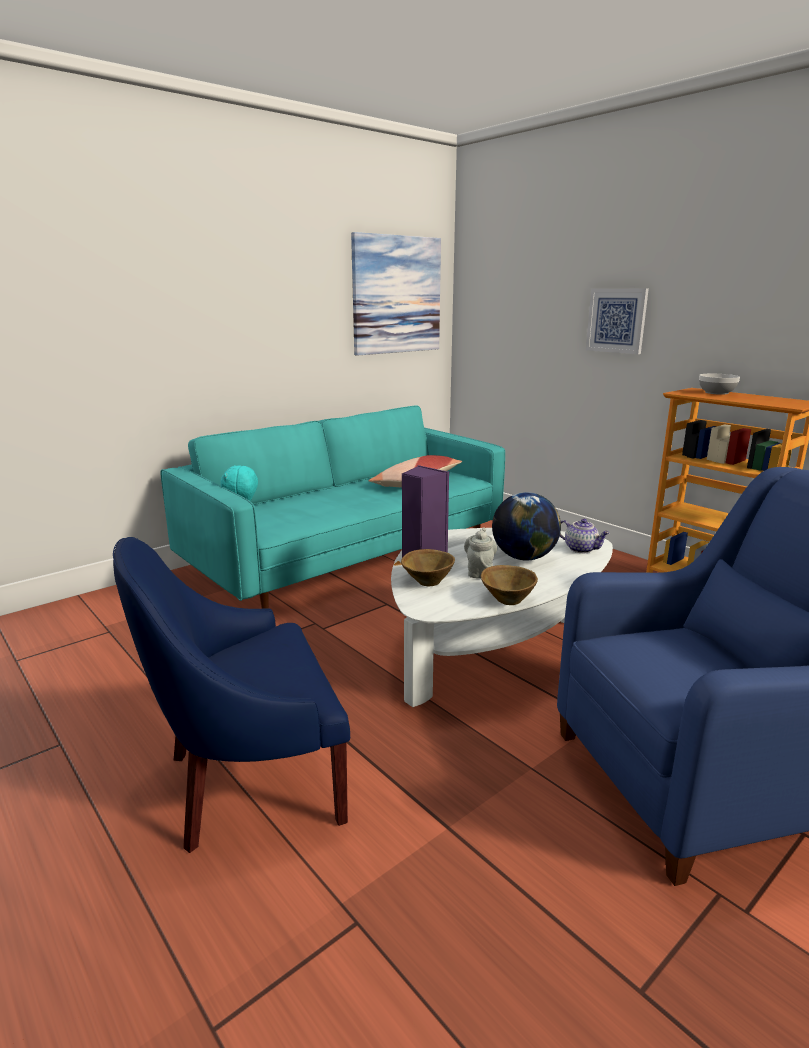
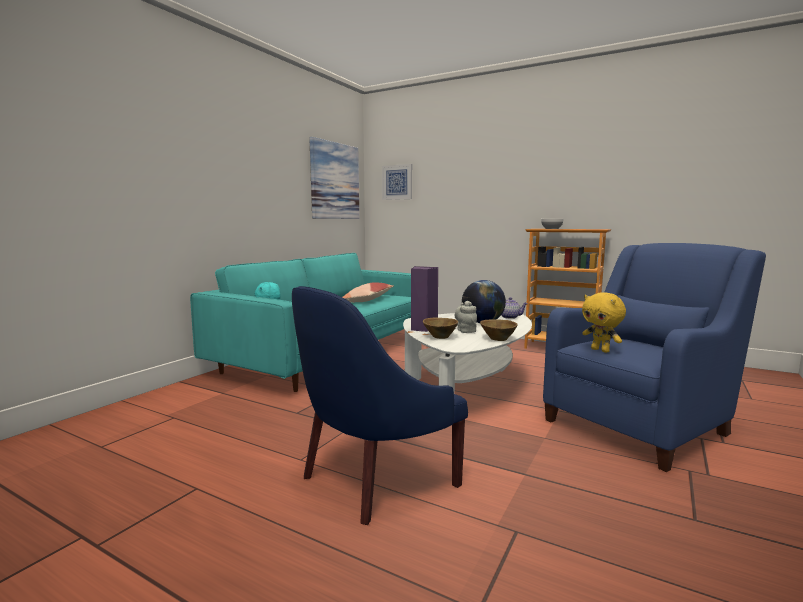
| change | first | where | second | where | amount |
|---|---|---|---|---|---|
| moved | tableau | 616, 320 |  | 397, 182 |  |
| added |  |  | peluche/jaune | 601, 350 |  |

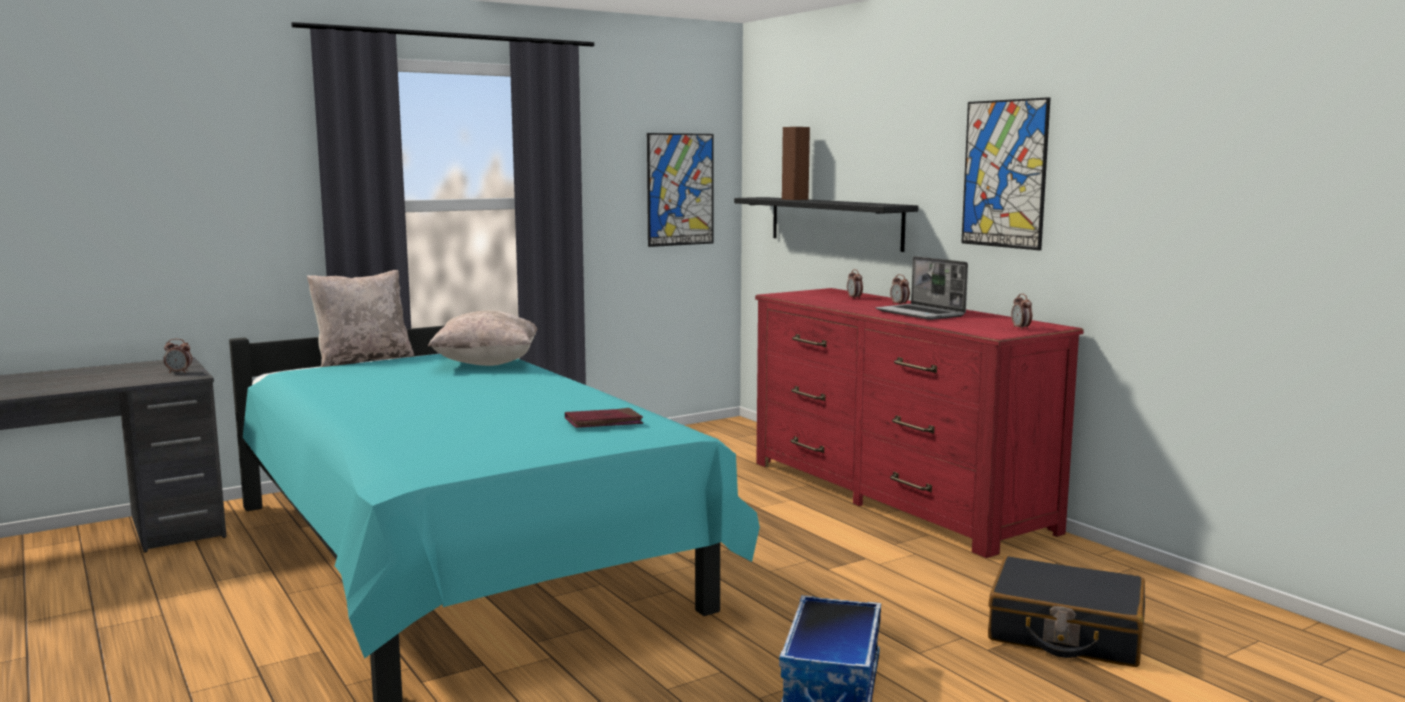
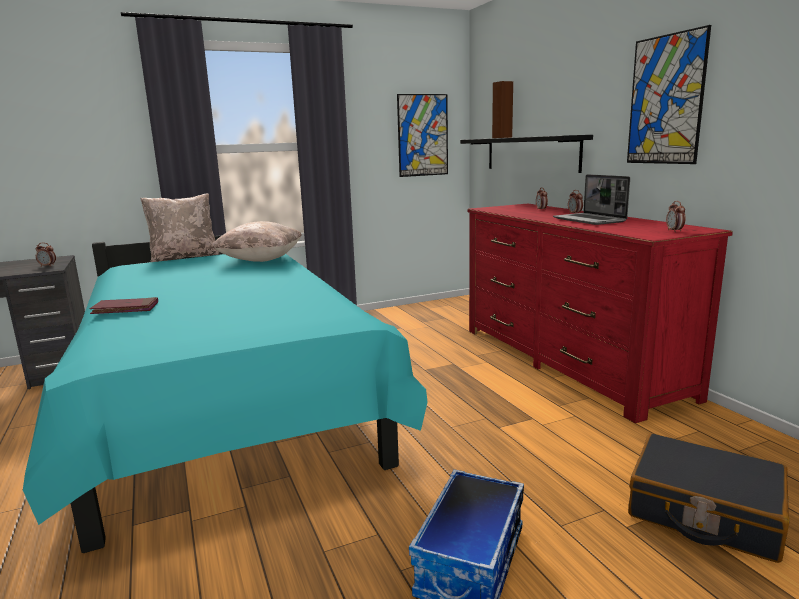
| change | first | where | second | where | amount |
|---|---|---|---|---|---|
| moved | livre/rouge | 603, 422 |  | 125, 309 |  |

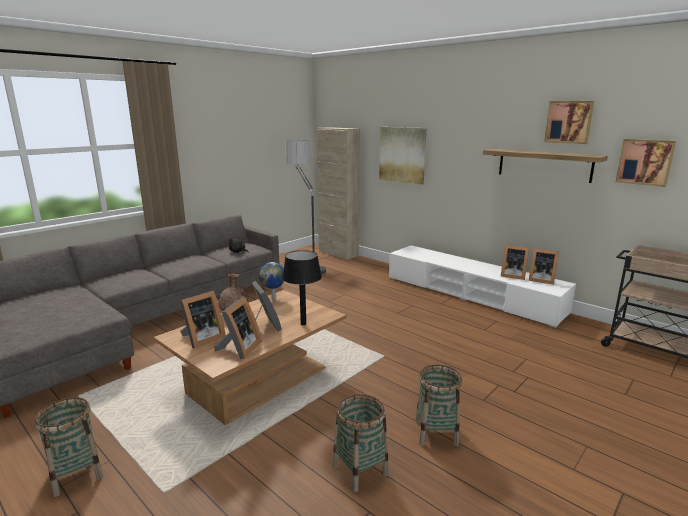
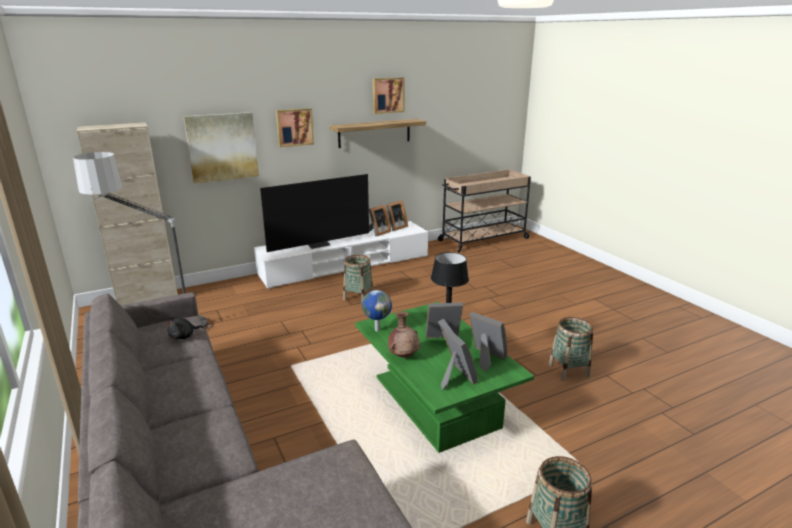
| change | first | where | second | where | amount |
|---|---|---|---|---|---|
| moved | tableau | 645, 162 |  | 294, 127 |  |
| recoloured | table basse/marron | 258, 381 | table basse/vert | 435, 401 |  |
| moved | panier | 436, 432 |  | 358, 297 |  |
| added |  |  | téléviseur | 318, 244 |  |

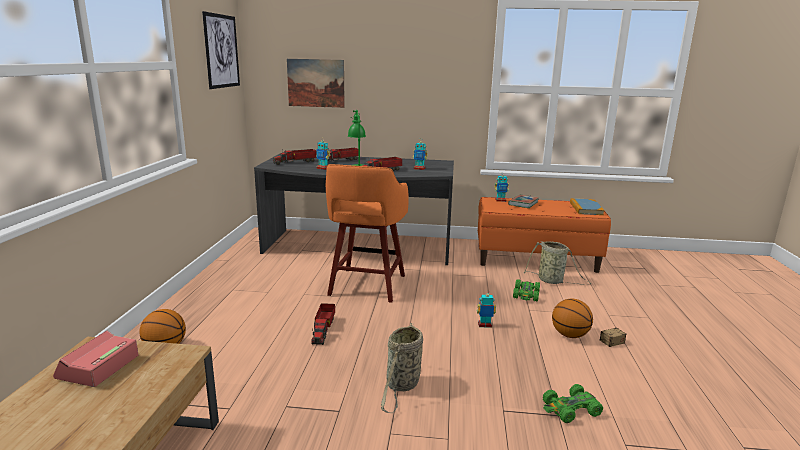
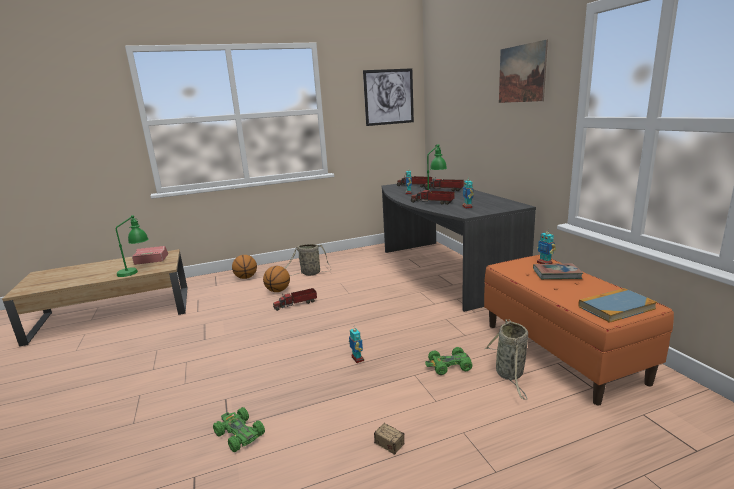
| change | first | where | second | where | amount |
|---|---|---|---|---|---|
| moved | tableau | 316, 83 |  | 521, 73 |  |
| removed | tabouret/orange | 366, 286 |  |  |  |
| moved | ballon de basket | 569, 335 |  | 278, 291 |  |
| moved | panier | 402, 386 |  | 309, 273 |  |
| added |  |  | lampe de table/vert | 136, 270 |  |

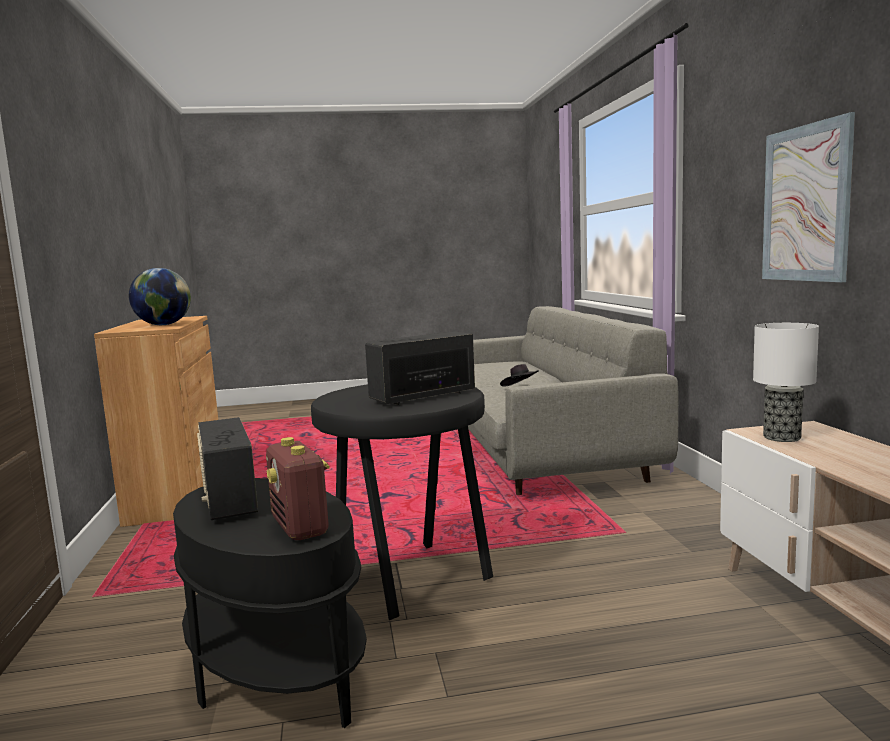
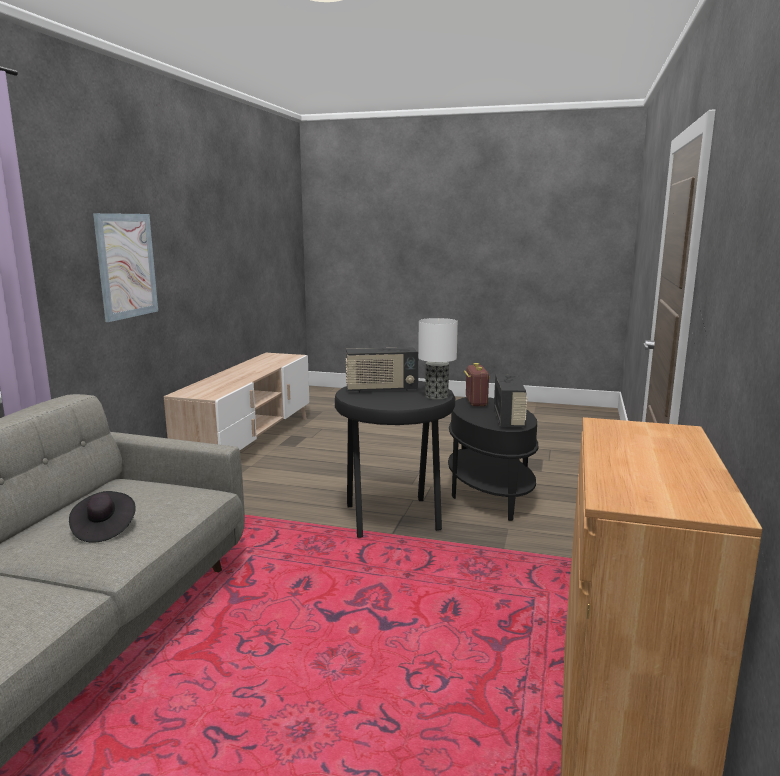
| change | first | where | second | where | amount |
|---|---|---|---|---|---|
| removed | globe | 163, 325 |  |  |  |
| moved | lampe de table | 782, 437 |  | 436, 396 |  |

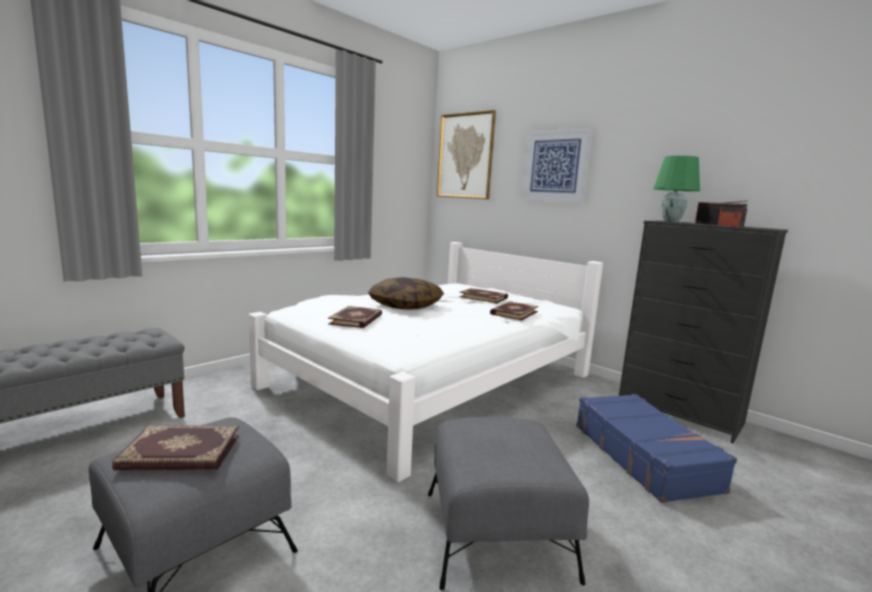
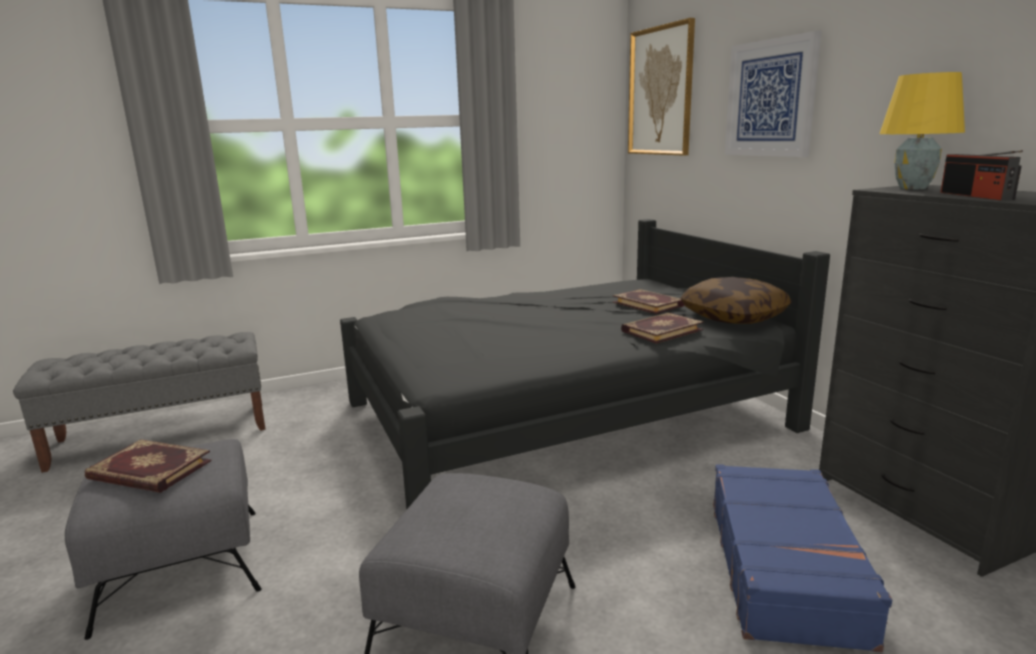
| change | first | where | second | where | amount |
|---|---|---|---|---|---|
| recoloured | lampe de table/vert | 670, 221 | lampe de table/jaune | 911, 188 |  |
| recoloured | lit/blanc | 430, 380 | lit/noir | 559, 415 |  |
| moved | coussin | 406, 305 |  | 734, 317 |  |
| removed | livre | 357, 319 |  |  |  |

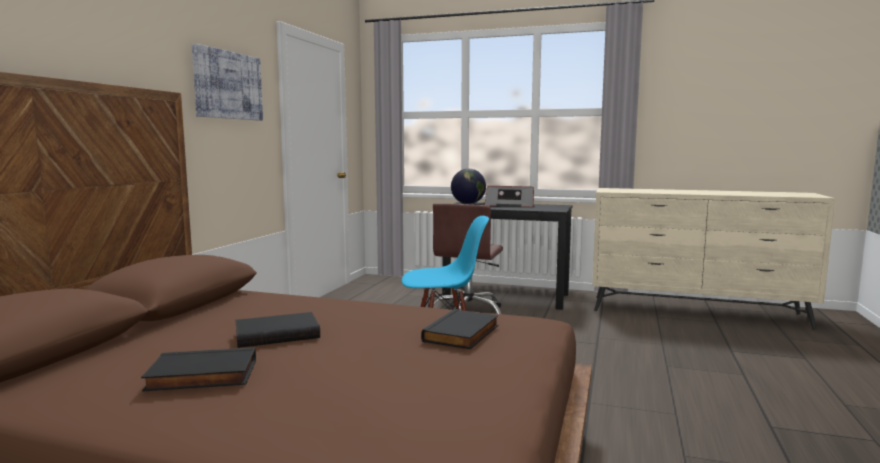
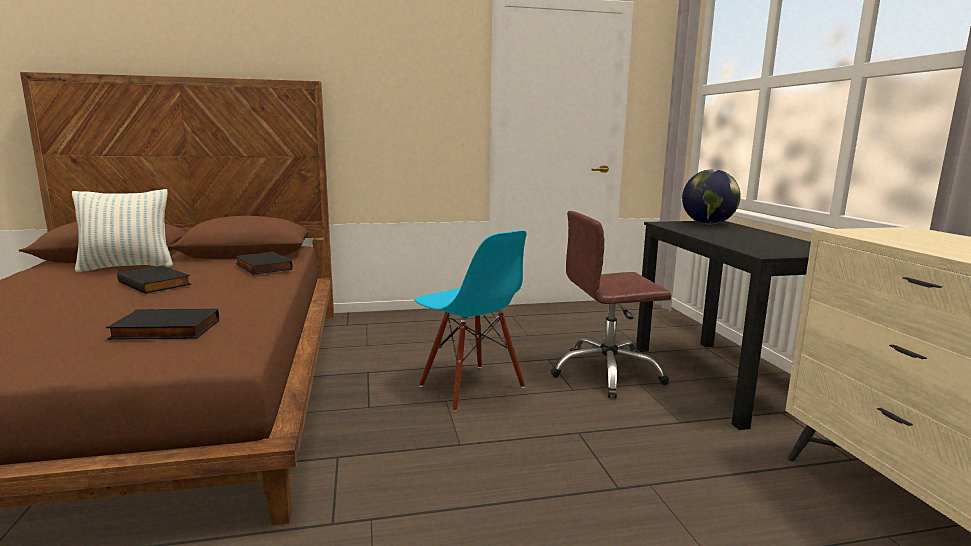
| change | first | where | second | where | amount |
|---|---|---|---|---|---|
| removed | tableau | 228, 85 |  |  |  |
| removed | radio | 510, 205 |  |  |  |
| moved | livre/noir | 201, 376 |  | 261, 267 |  |
| added |  |  | coussin | 128, 267 |  |

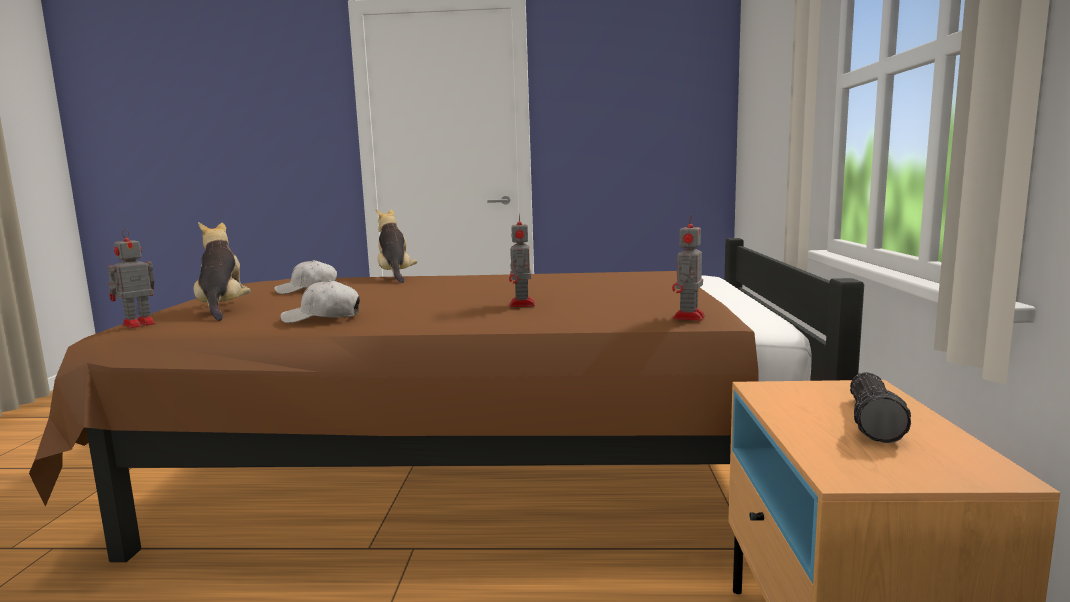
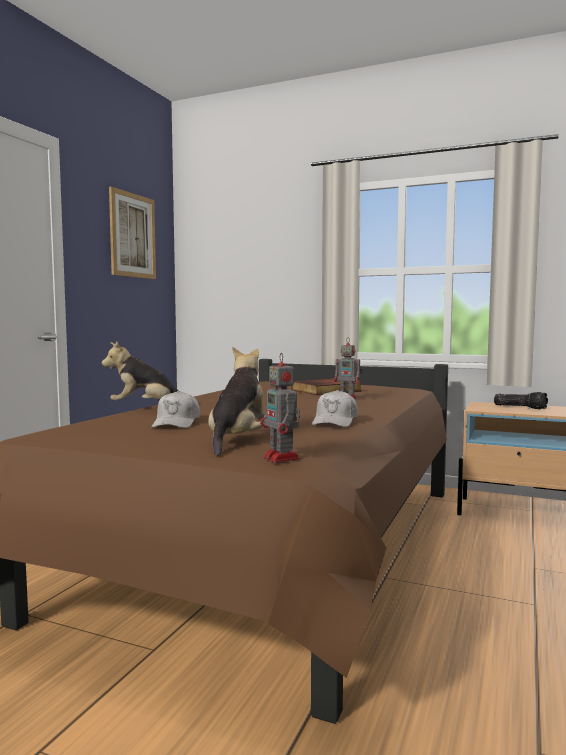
| change | first | where | second | where | amount |
|---|---|---|---|---|---|
| removed | robot jouet | 688, 317 |  |  |  |
| turned | peluche | 223, 309 |  | 238, 440 | 105 degrees clockwise |
| added |  |  | tableau | 132, 235 |  |
| added |  |  | livre | 326, 391 |  |

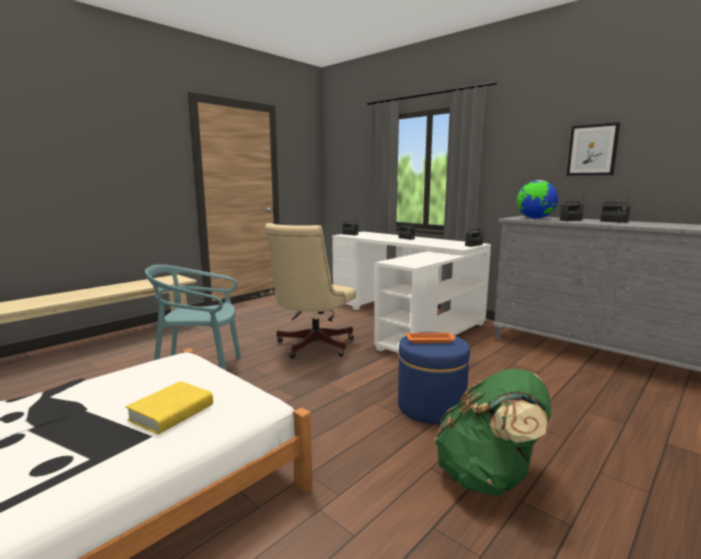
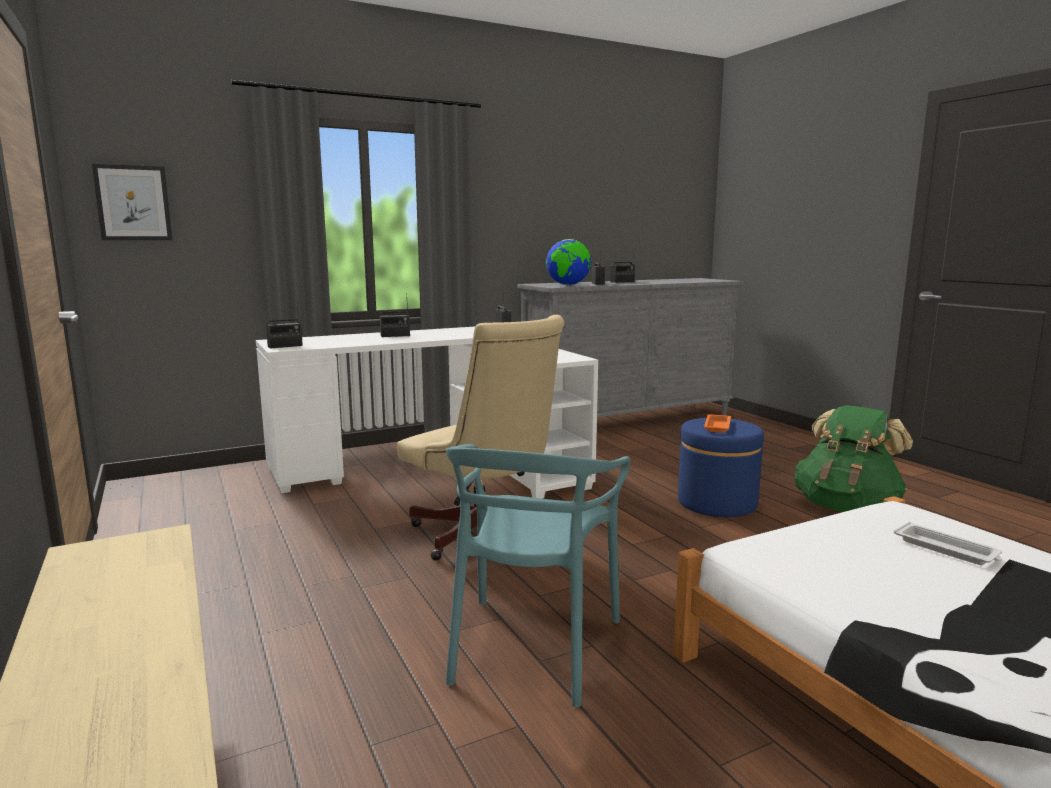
| change | first | where | second | where | amount |
|---|---|---|---|---|---|
| moved | tableau | 592, 150 |  | 133, 203 |  |
| replaced | livre/jaune | 171, 412 | plateau/blanc | 947, 549 |  |

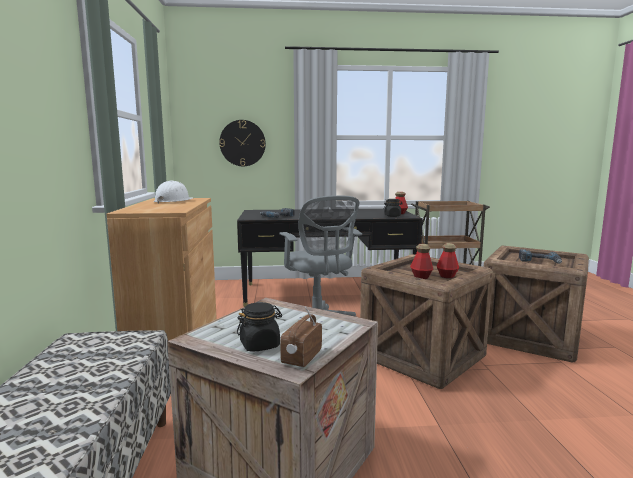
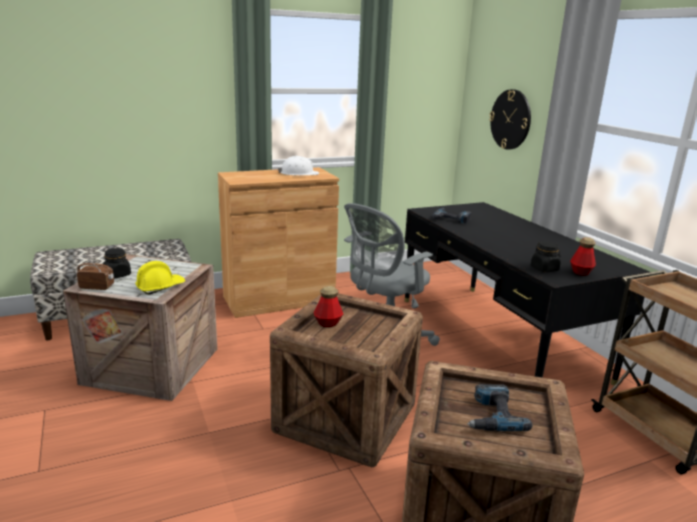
| change | first | where | second | where | amount |
|---|---|---|---|---|---|
| removed | bouteille | 447, 276 |  |  |  |
| added |  |  | casque de chantier/jaune | 160, 287 |  |

